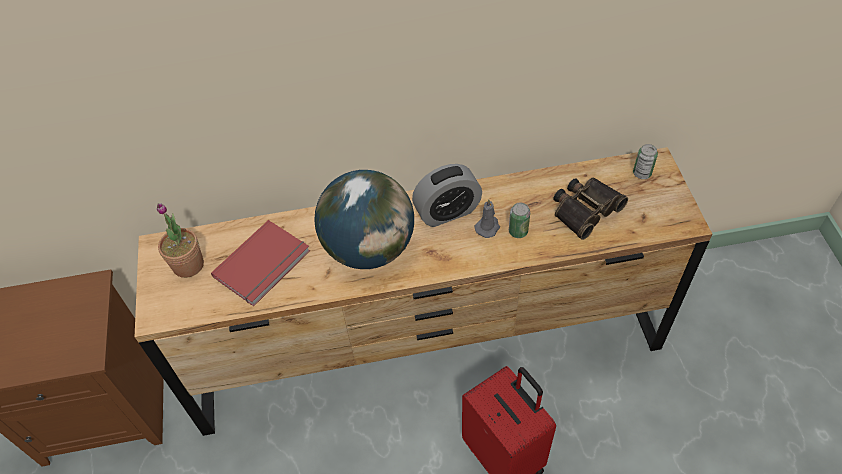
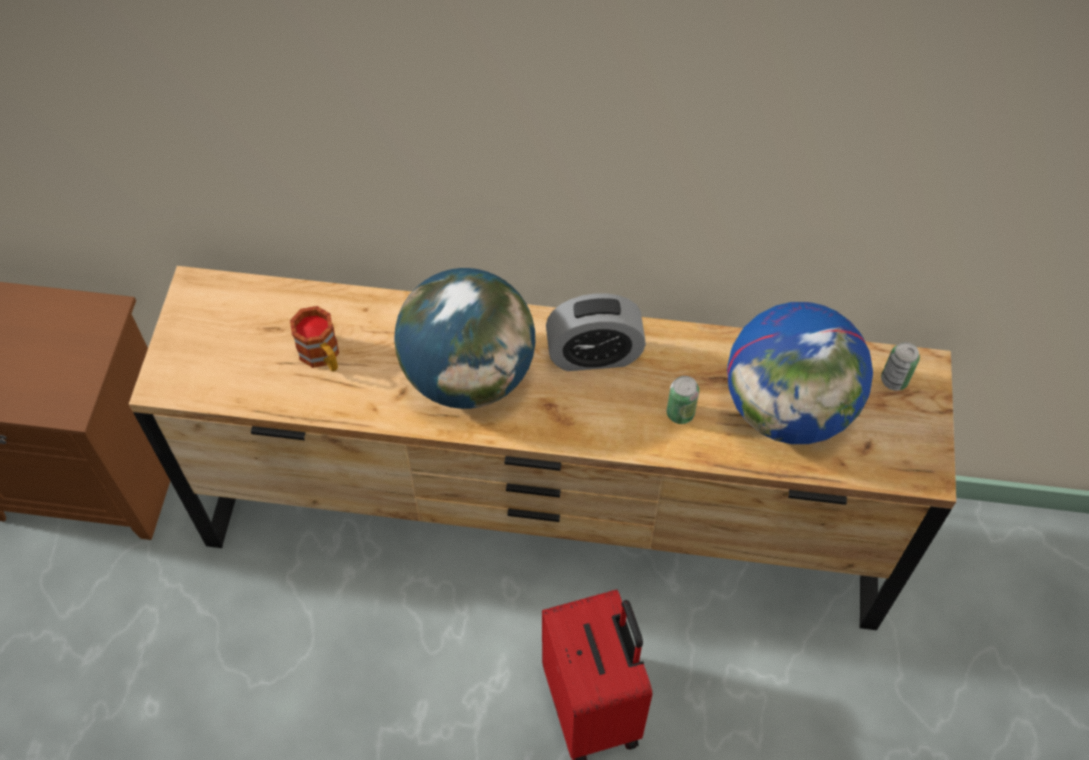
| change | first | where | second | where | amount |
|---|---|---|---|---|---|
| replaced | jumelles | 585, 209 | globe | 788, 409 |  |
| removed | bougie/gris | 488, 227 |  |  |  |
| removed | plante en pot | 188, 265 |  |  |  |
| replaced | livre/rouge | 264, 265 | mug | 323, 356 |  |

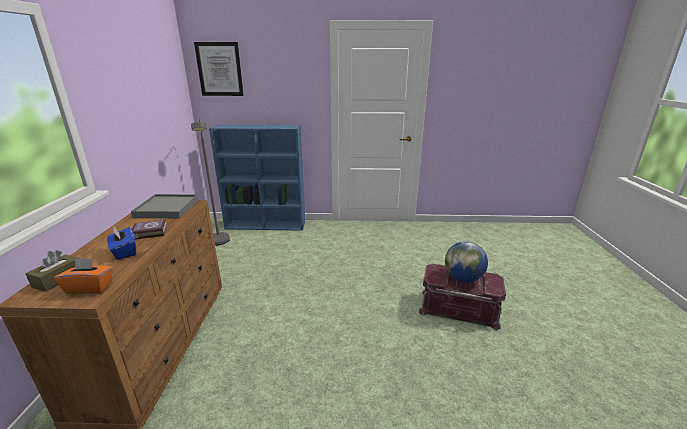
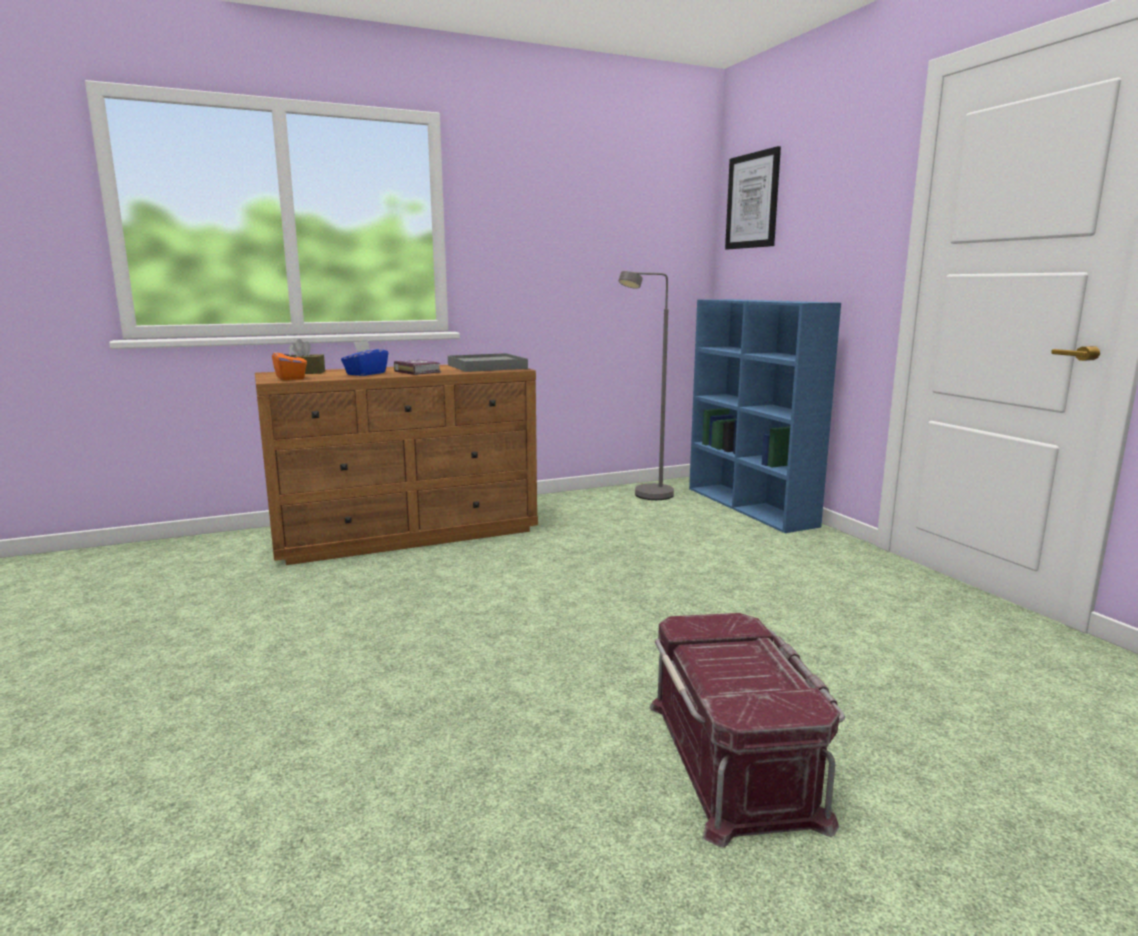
| change | first | where | second | where | amount |
|---|---|---|---|---|---|
| removed | globe | 463, 278 |  |  |  |

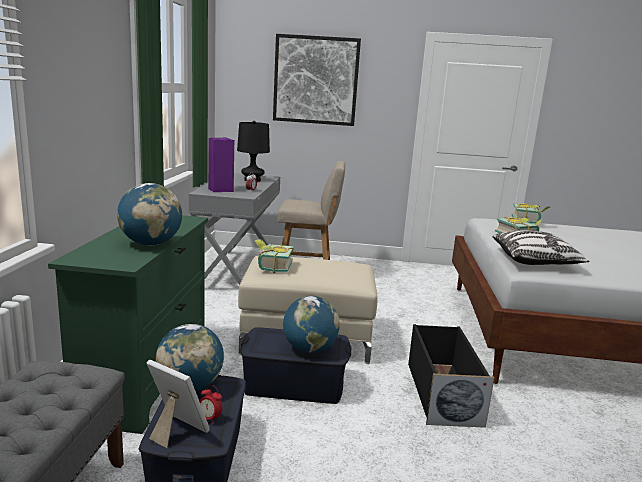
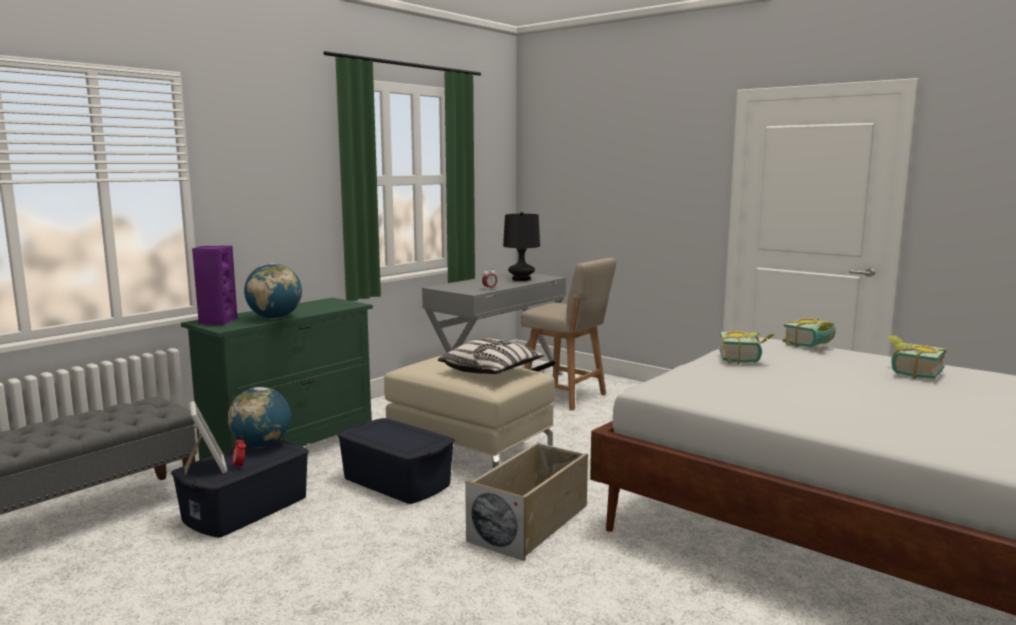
| change | first | where | second | where | amount |
|---|---|---|---|---|---|
| removed | tableau | 315, 80 |  |  |  |
| moved | enceinte/violet | 220, 190 |  | 217, 321 |  |
| moved | coussin | 535, 261 |  | 491, 371 |  |
| moved | livre | 271, 266 |  | 910, 372 |  |
| removed | globe | 309, 349 |  |  |  |
| recoloured | boîte de rangement/noir | 441, 392 | boîte de rangement/beige | 530, 522 |  |

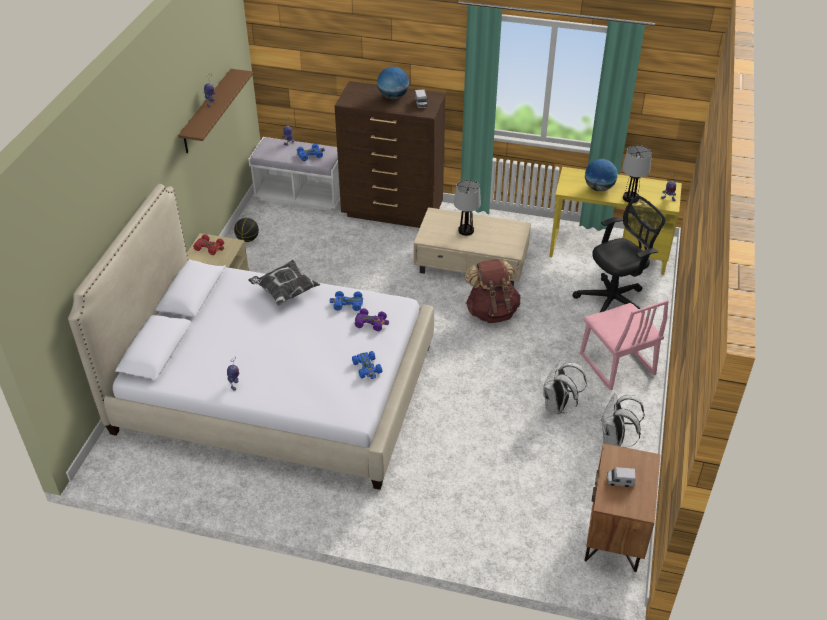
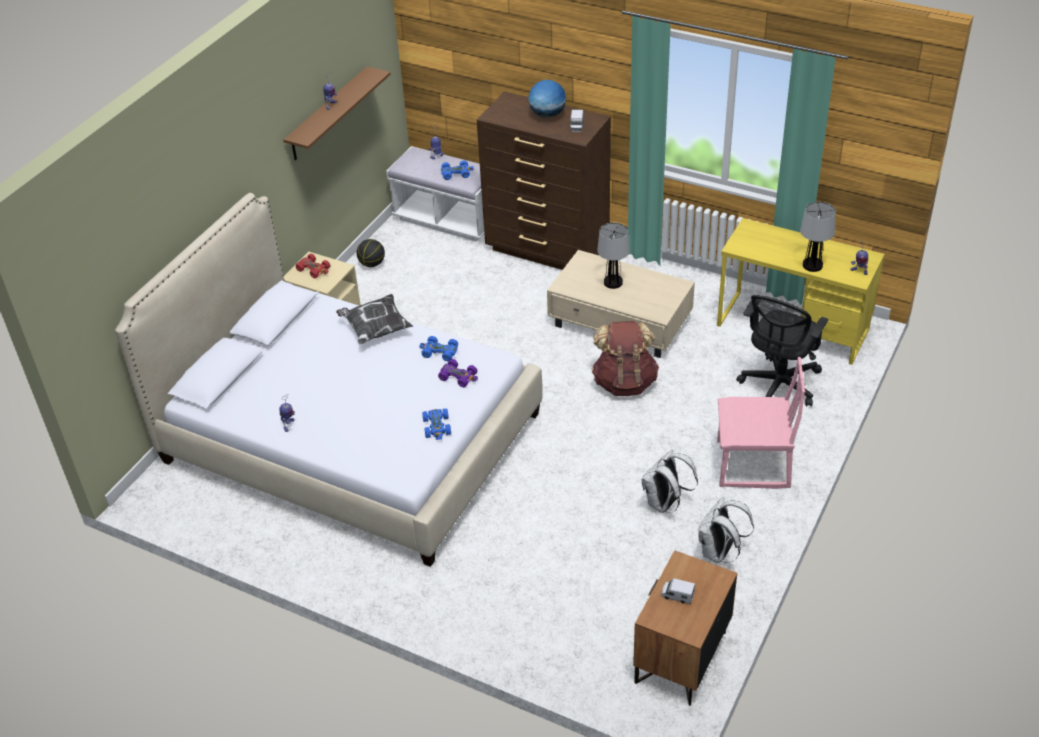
| change | first | where | second | where | amount |
|---|---|---|---|---|---|
| removed | globe | 599, 188 |  |  |  |
| turned | chaise de bureau/noir | 614, 299 |  | 778, 387 | 135 degrees clockwise |
| turned | chaise/rose | 616, 365 |  | 753, 465 | 75 degrees counterclockwise |

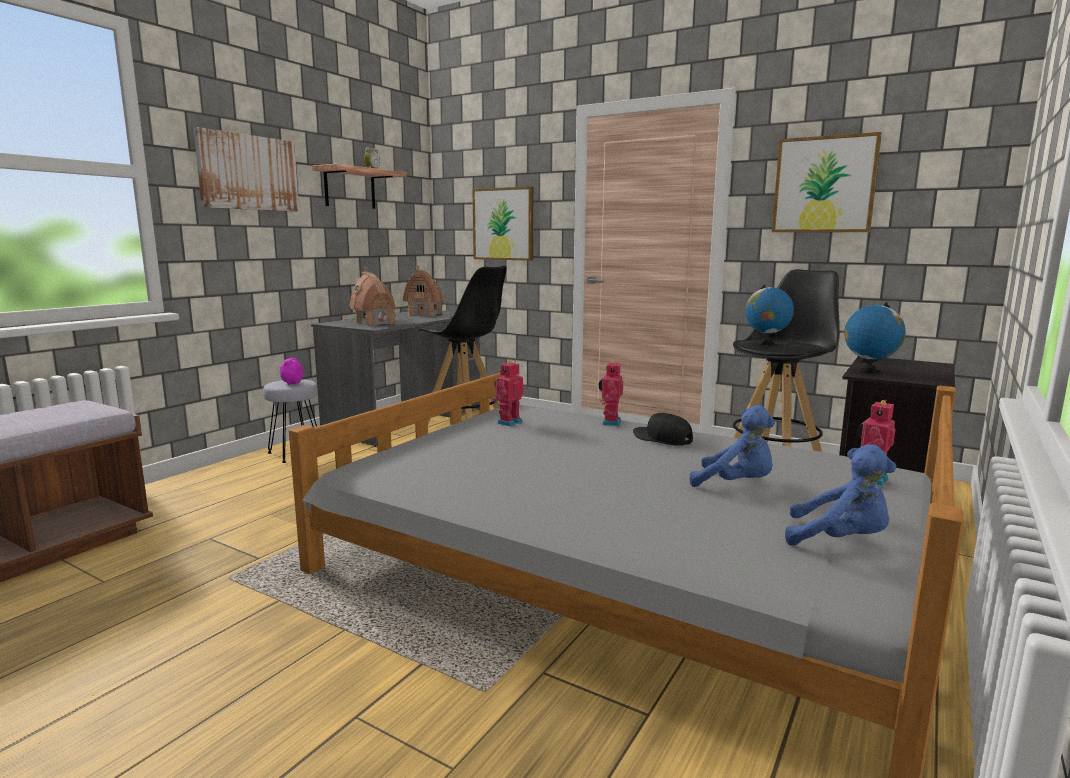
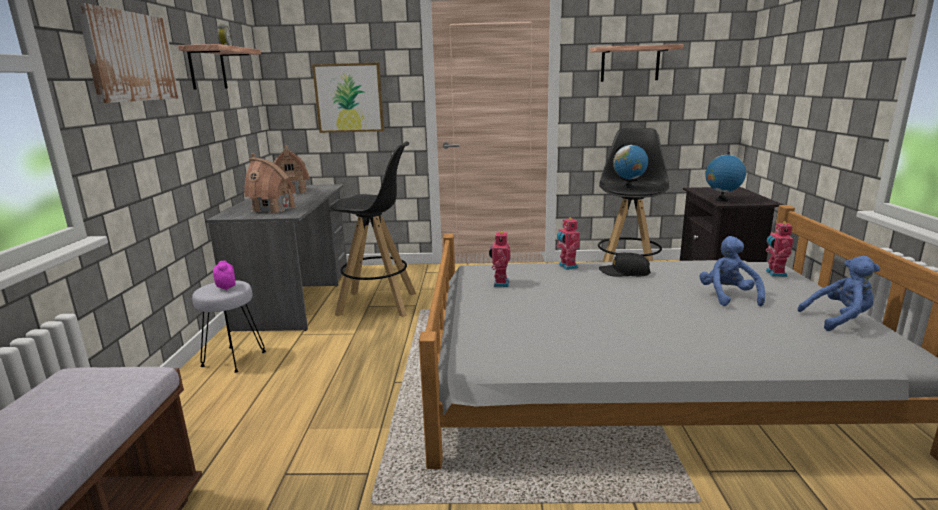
| change | first | where | second | where | amount |
|---|---|---|---|---|---|
| replaced | tableau | 824, 185 | étagère | 630, 64 |  |
| turned | peluche/bleu | 736, 484 |  | 728, 296 | 90 degrees counterclockwise |

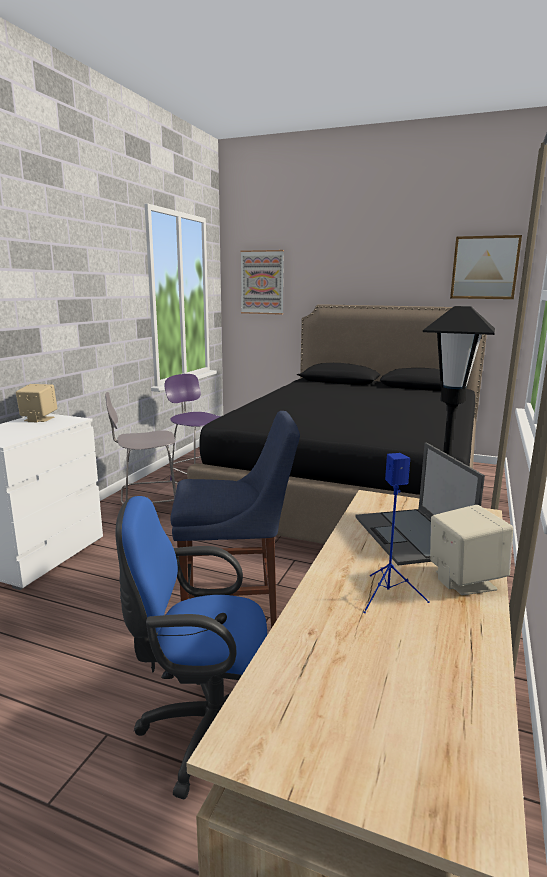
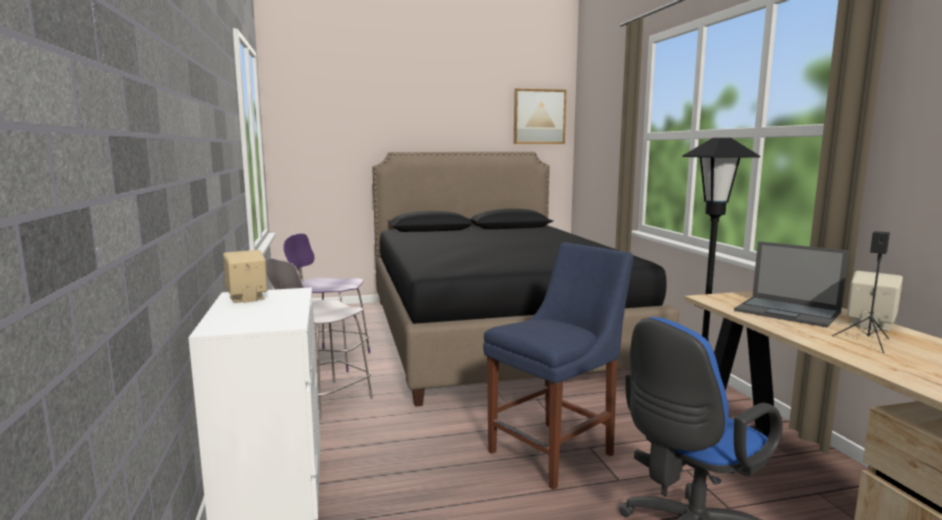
| change | first | where | second | where | amount |
|---|---|---|---|---|---|
| removed | tableau | 262, 282 |  |  |  |
| recoloured | enceinte/bleu | 388, 596 | enceinte/noir | 867, 342 |  |

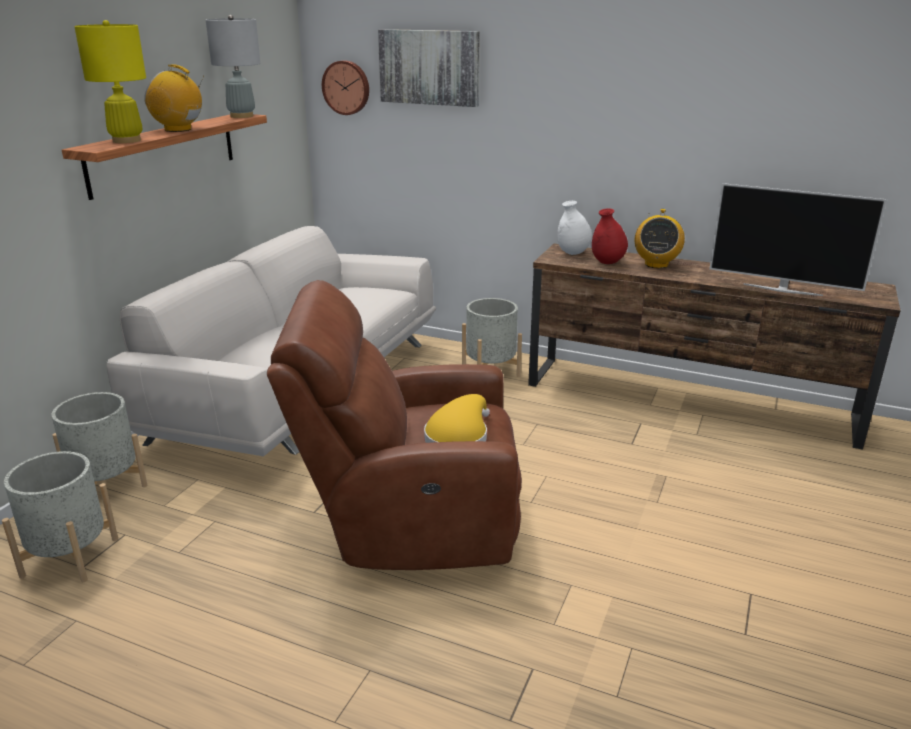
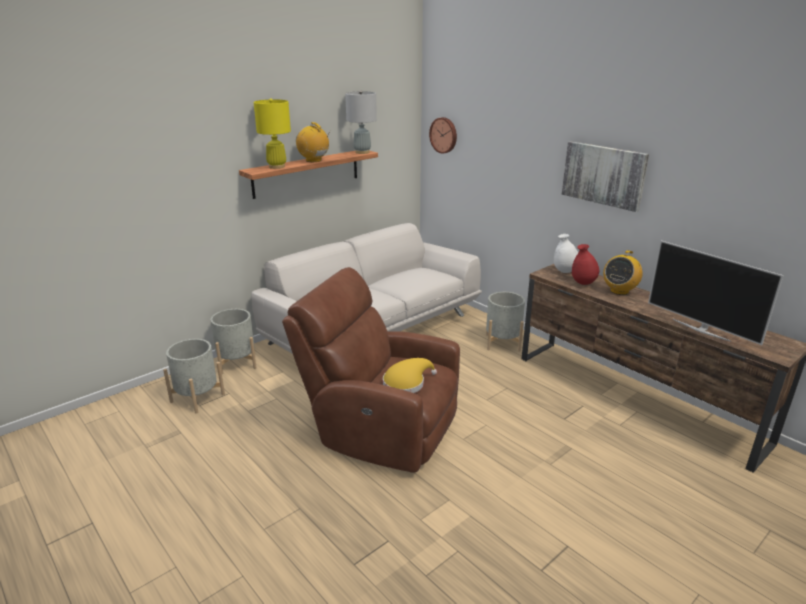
| change | first | where | second | where | amount |
|---|---|---|---|---|---|
| moved | tableau | 429, 67 |  | 603, 175 |  |

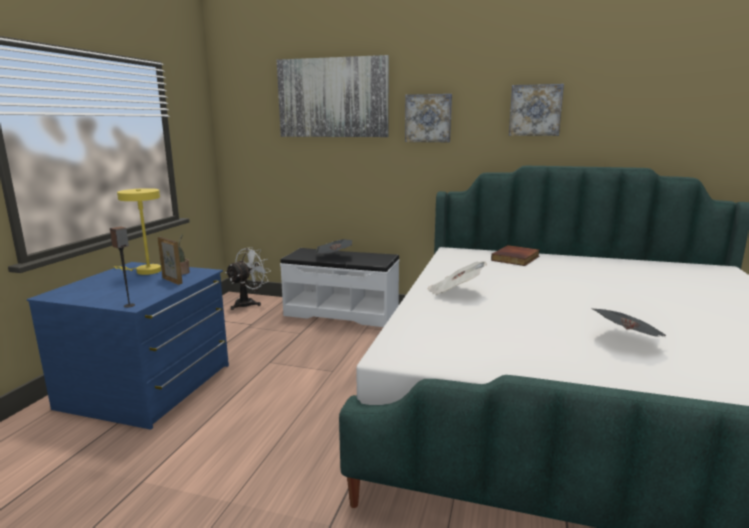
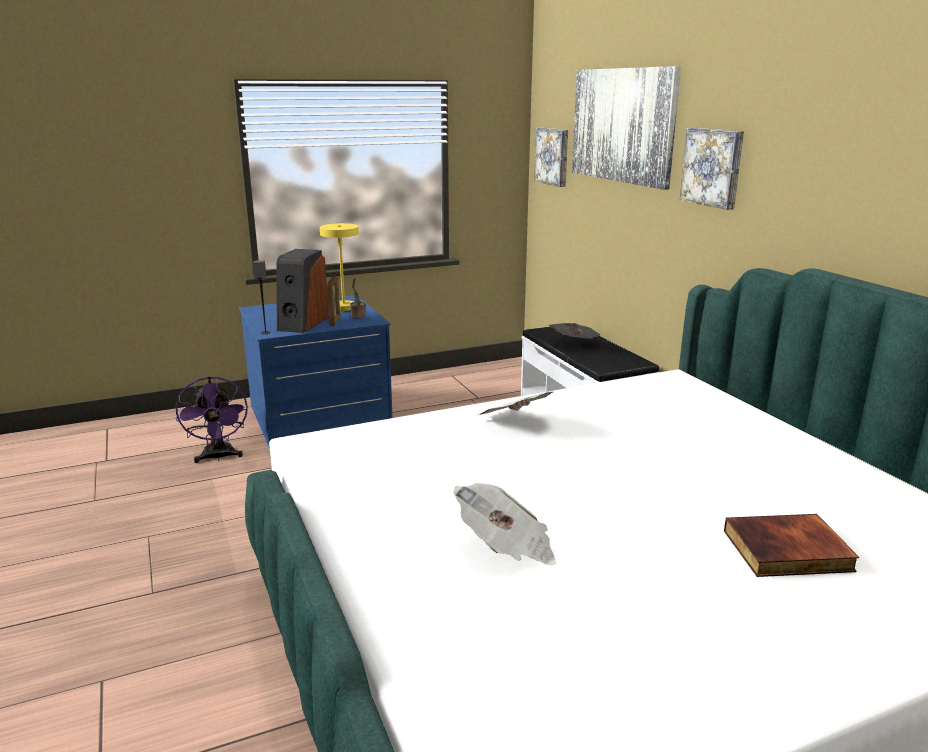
| change | first | where | second | where | amount |
|---|---|---|---|---|---|
| moved | tableau | 535, 110 |  | 553, 156 |  |
| moved | livre | 516, 258 |  | 787, 552 |  |
| removed | ventilateur/blanc | 248, 303 |  |  |  |
| added |  |  | enceinte | 302, 323 |  |
| added |  |  | ventilateur/violet | 218, 457 |  |

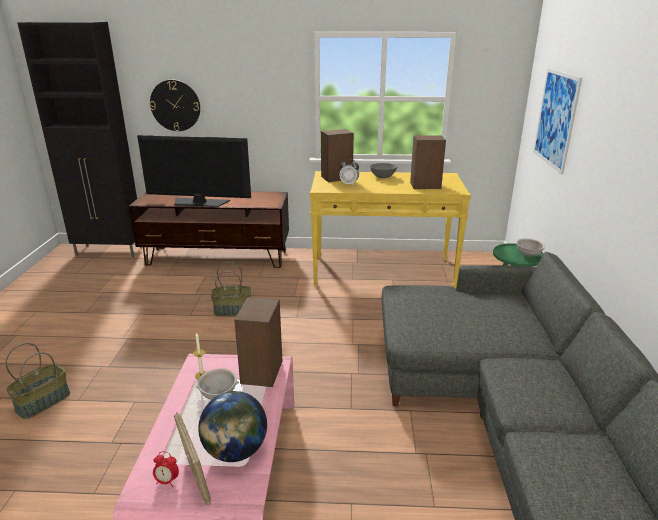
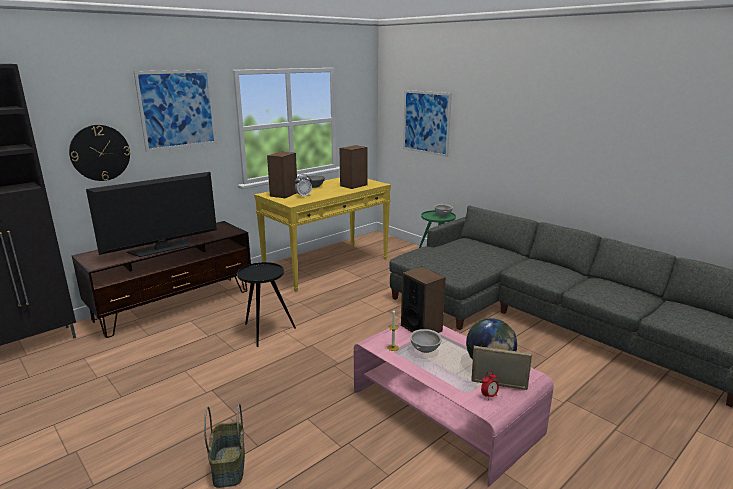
| change | first | where | second | where | amount |
|---|---|---|---|---|---|
| replaced | panier | 233, 310 | table d'appoint/noir | 265, 331 |  |
| added |  |  | tableau | 177, 109 |  |

